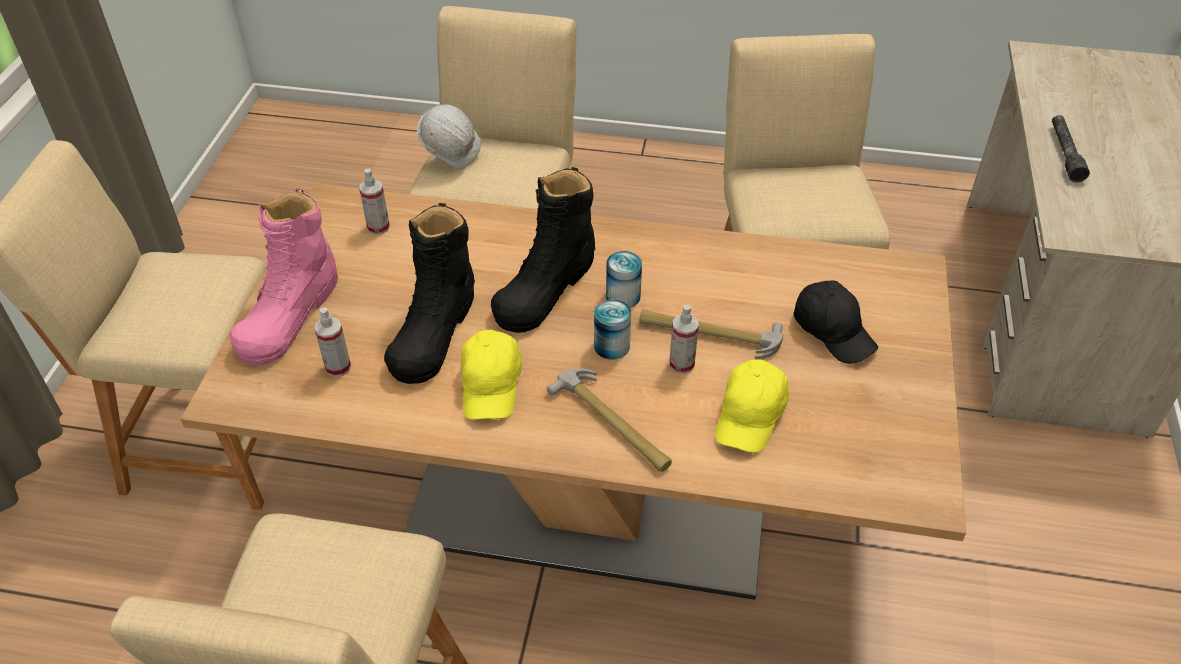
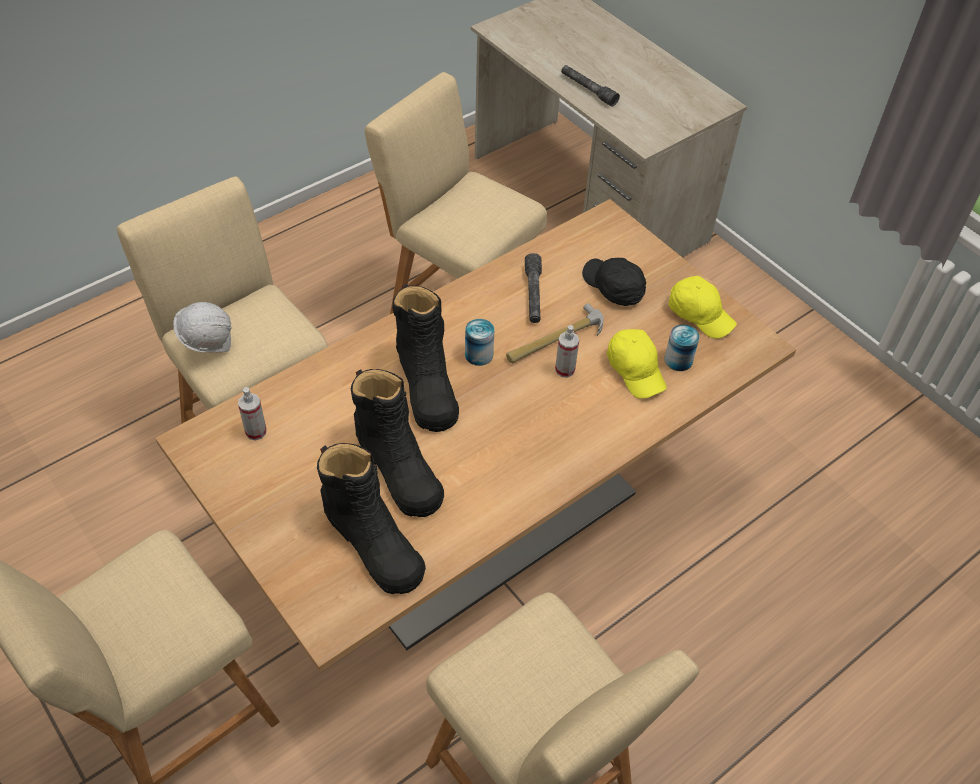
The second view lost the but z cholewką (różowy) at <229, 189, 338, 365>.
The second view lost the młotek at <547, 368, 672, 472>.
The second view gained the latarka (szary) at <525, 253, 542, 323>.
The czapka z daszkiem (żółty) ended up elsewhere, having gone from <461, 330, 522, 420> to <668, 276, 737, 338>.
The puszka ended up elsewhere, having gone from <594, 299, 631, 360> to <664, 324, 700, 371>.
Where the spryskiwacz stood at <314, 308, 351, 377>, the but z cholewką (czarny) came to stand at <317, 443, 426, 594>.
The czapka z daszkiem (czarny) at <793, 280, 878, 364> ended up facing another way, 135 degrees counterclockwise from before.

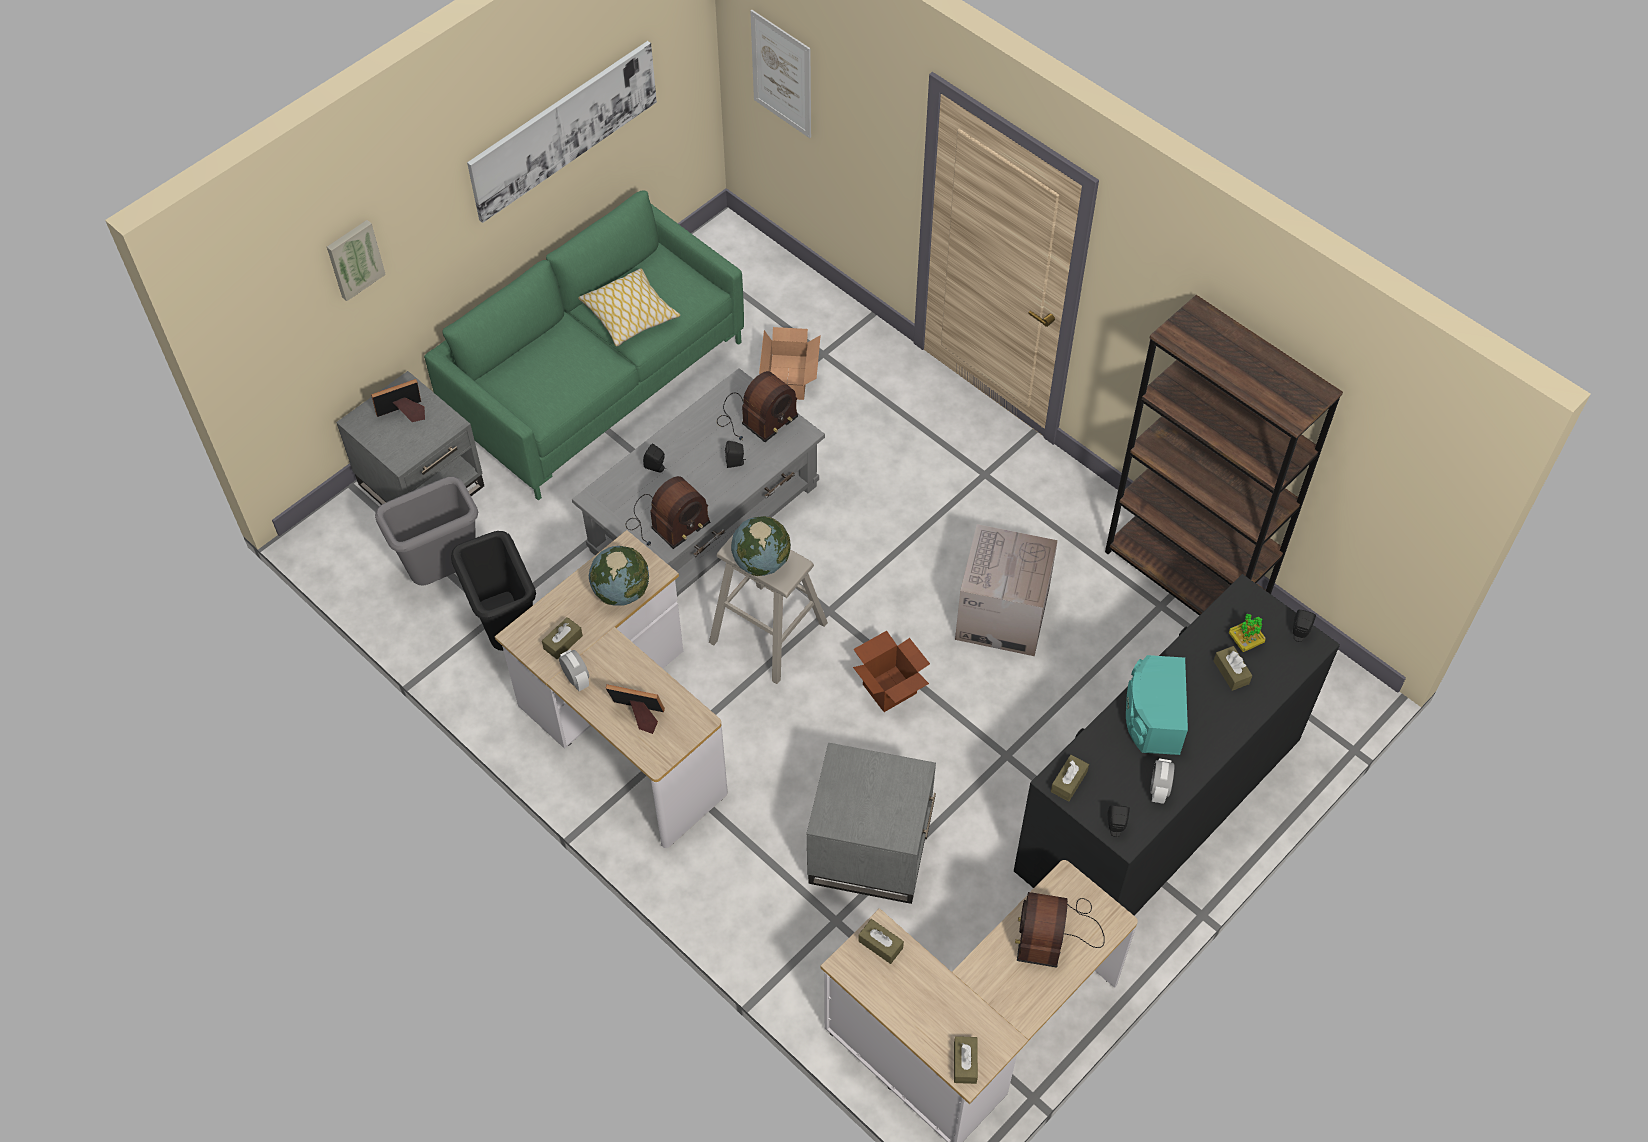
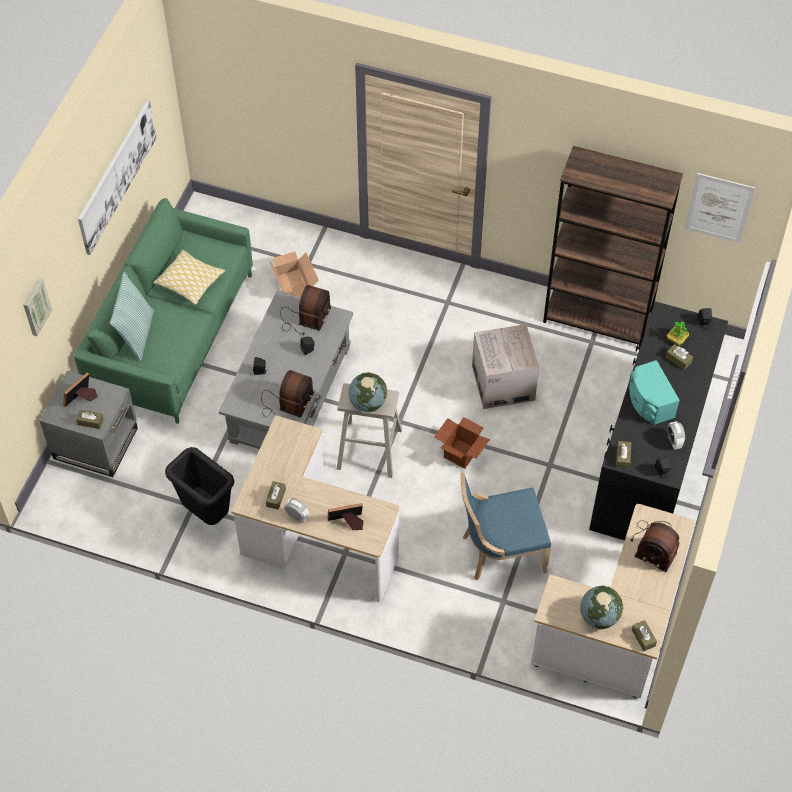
The second view lost the kosz na śmieci (szary) at <375, 477, 478, 585>.
The second view gained the poduszka at <110, 272, 154, 361>.
The globus ended up elsewhere, having gone from <589, 546, 649, 606> to <580, 586, 623, 629>.
The obraz ended up elsewhere, having gone from <750, 10, 811, 138> to <684, 173, 755, 243>.
The pudełko chusteczek (brązowy) ended up elsewhere, having gone from <858, 919, 904, 964> to <76, 410, 103, 429>.
Where the stolik (szary) stood at <806, 743, 936, 904>, the krzesło (niebieski) came to stand at <460, 472, 551, 580>.
The radio at <1015, 892, 1105, 968> ended up facing another way, 45 degrees counterclockwise from before.

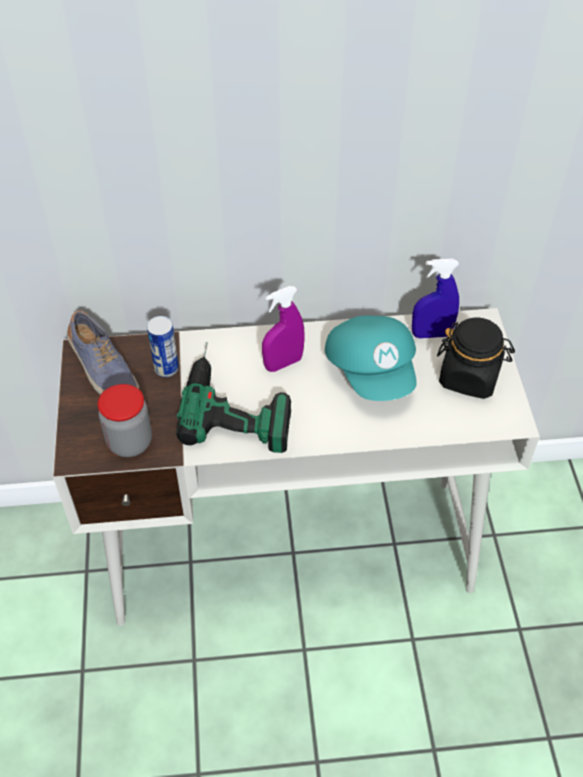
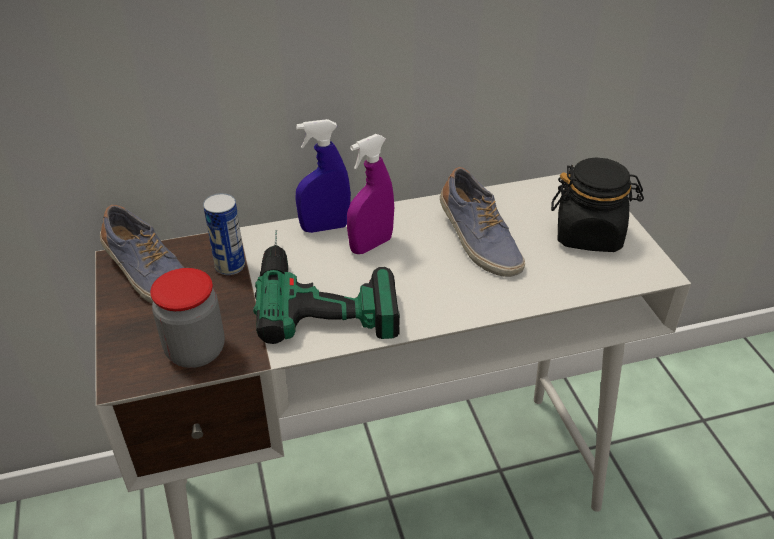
The spryskiwacz (niebieski) ended up elsewhere, having gone from <412, 259, 459, 339> to <295, 119, 351, 233>.
Where the czapka z daszkiem (turkusowy) stood at <325, 316, 417, 401>, the but came to stand at <440, 167, 525, 277>.

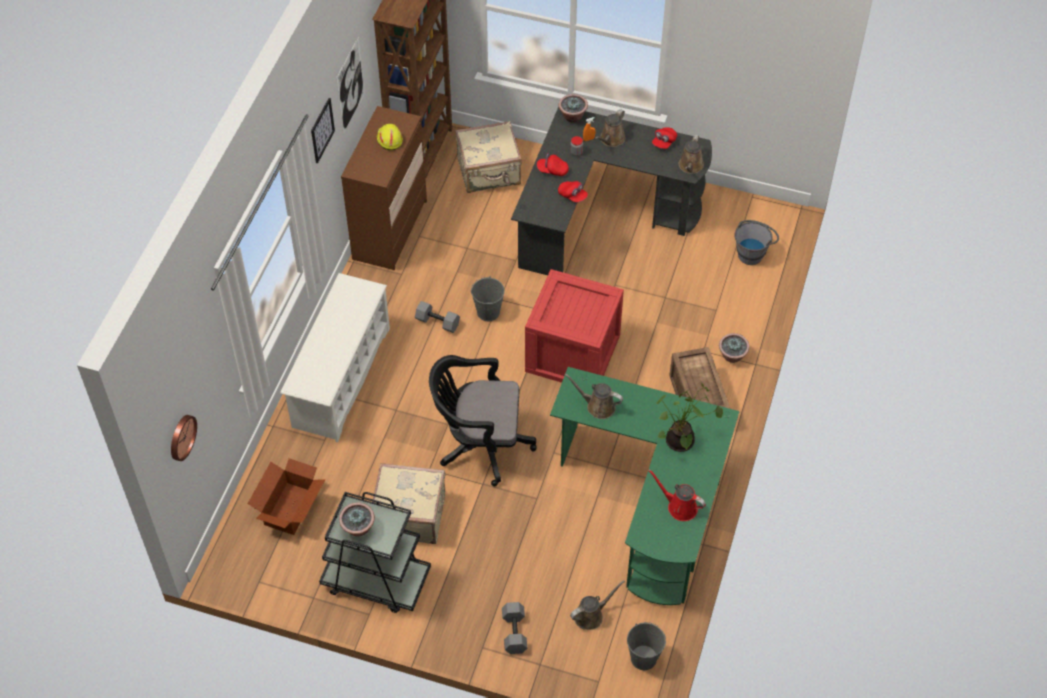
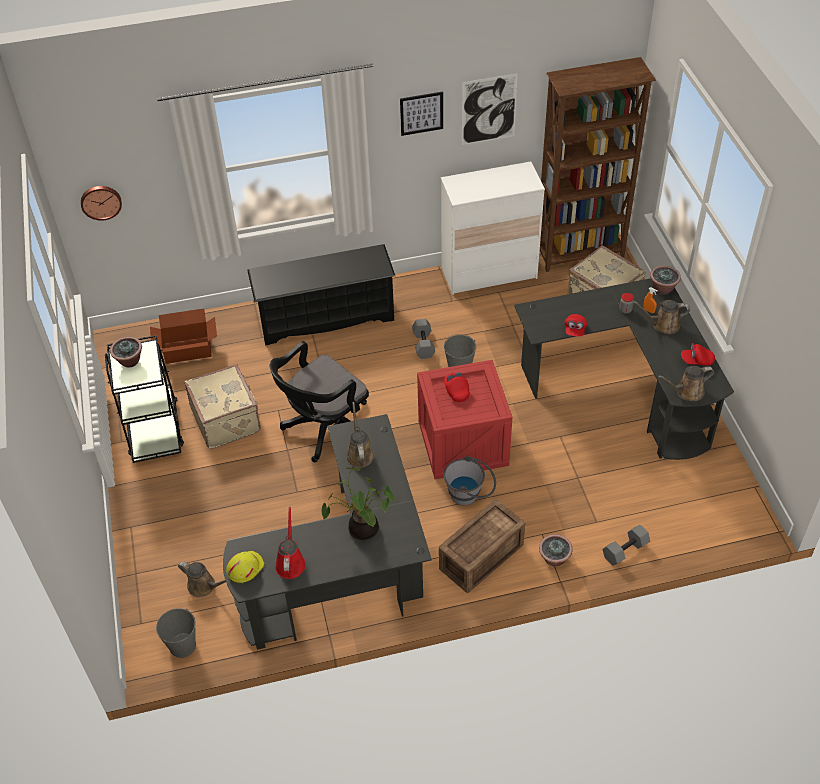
The kask (żółty) ended up elsewhere, having gone from <377, 124, 403, 150> to <226, 551, 265, 584>.
The hantel (szary) ended up elsewhere, having gone from <502, 602, 527, 654> to <602, 525, 650, 566>.
The czapka z daszkiem (czerwony) ended up elsewhere, having gone from <537, 153, 569, 176> to <444, 372, 470, 402>.
The wiadro (szary) ended up elsewhere, having gone from <734, 220, 779, 265> to <443, 456, 496, 506>.
What was the regał na buty (biały) at <280, 273, 390, 443> turned into the regał na buty (czarny) at <247, 244, 395, 346>.
What was the komoda (brązowy) at <341, 106, 427, 270> turned into the komoda (biały) at <441, 162, 545, 295>.
What was the biurko (zielony) at <550, 367, 740, 605> turned into the biurko (czarny) at <223, 414, 432, 650>.
The krzesło biurowe (czarny) at <429, 355, 537, 487> ended up facing another way, 105 degrees counterclockwise from before.

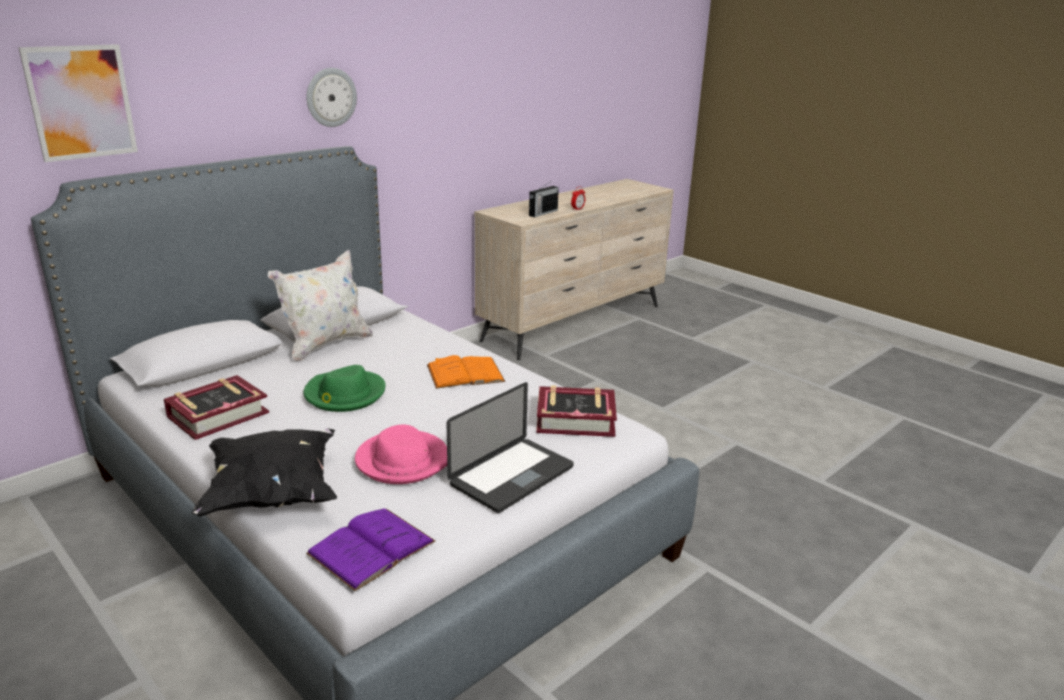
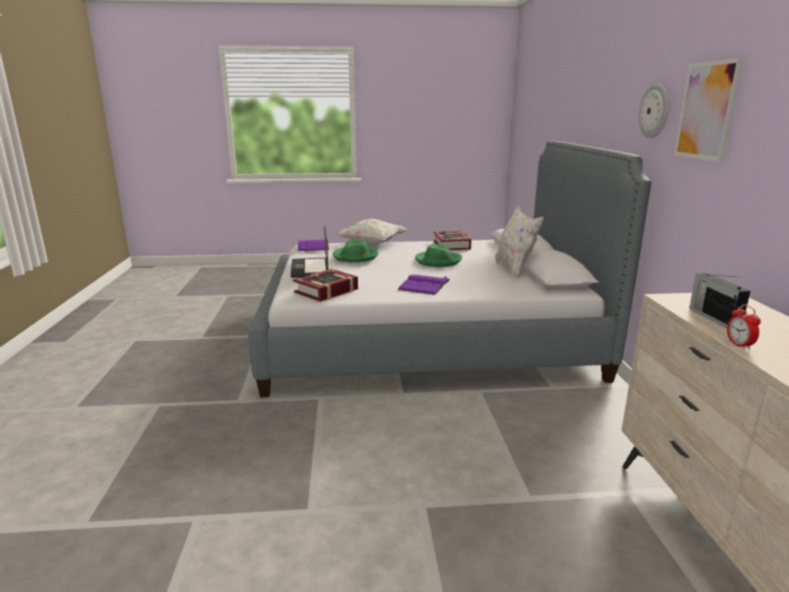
The obraz ended up elsewhere, having gone from <19, 44, 138, 162> to <674, 58, 743, 162>.
What was the poduszka (czarny) at <191, 428, 337, 517> turned into the poduszka (biały) at <336, 219, 408, 244>.
What was the kapelusz (różowy) at <355, 425, 447, 484> turned into the kapelusz (zielony) at <333, 239, 379, 262>.
What was the książka (pomarańczowy) at <427, 355, 505, 389> turned into the książka (fioletowy) at <398, 275, 450, 295>.

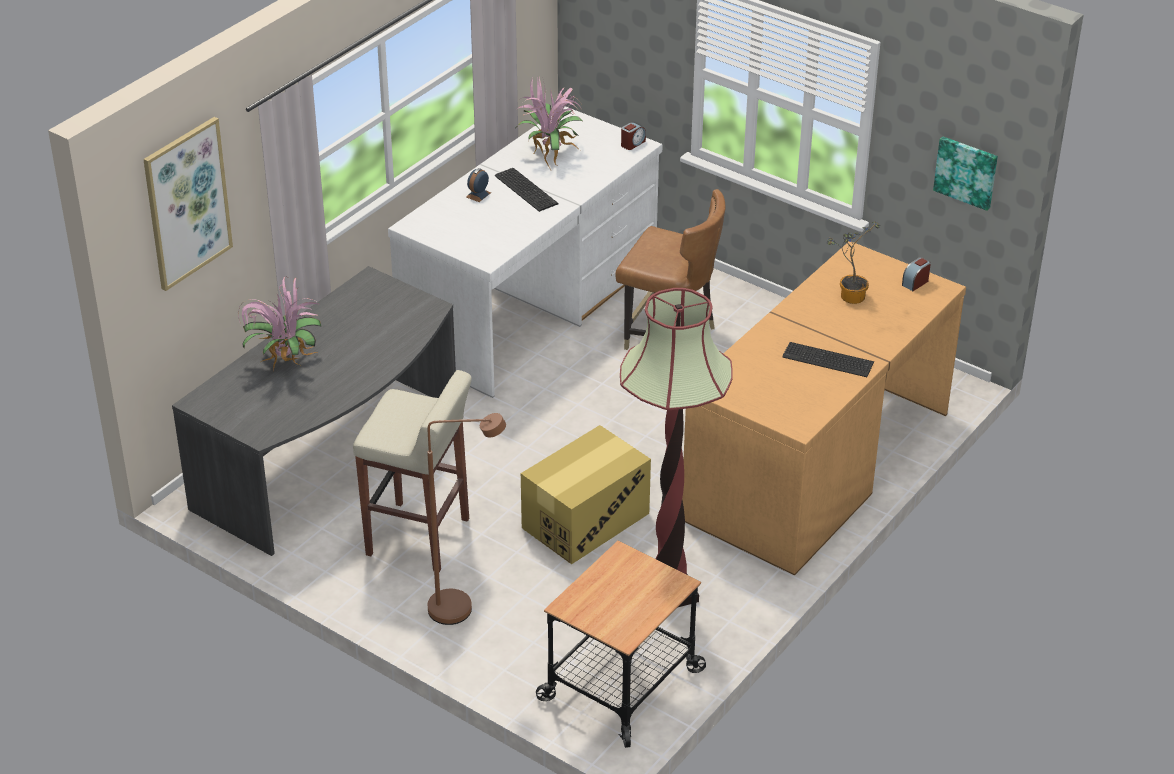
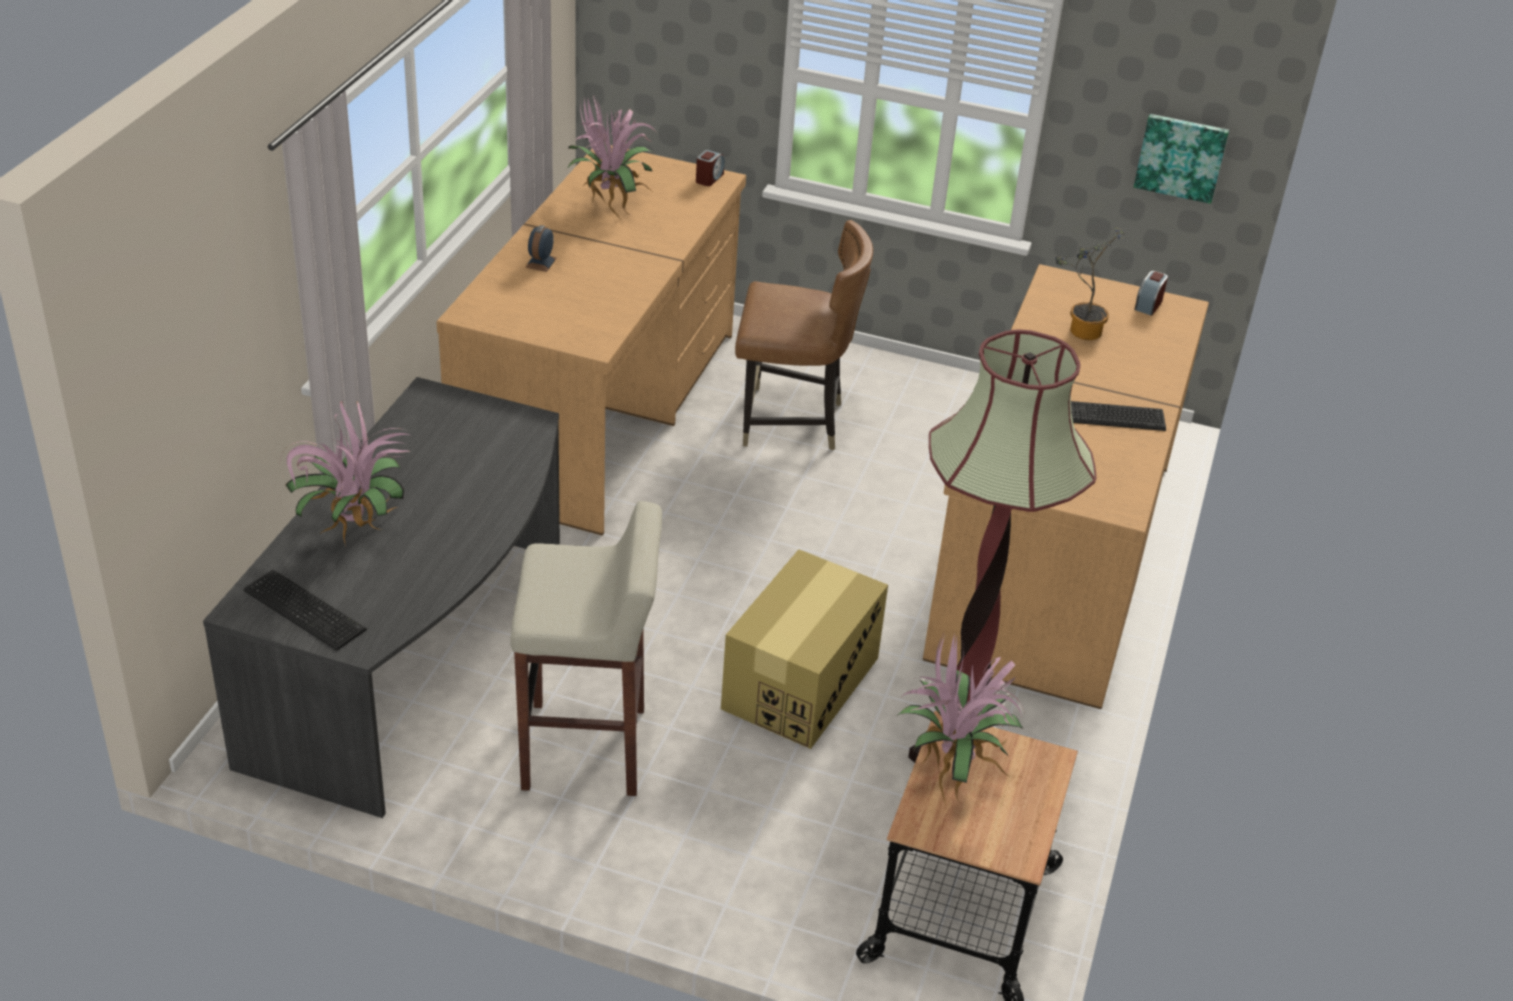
The second view lost the obraz at <143, 117, 233, 291>.
The second view lost the lampa stojąca (brązowy) at <427, 413, 506, 625>.
The second view gained the roślina doniczkowa at <898, 634, 1025, 805>.
The klawiatura ended up elsewhere, having gone from <495, 168, 559, 212> to <244, 570, 367, 651>.
What was the biurko (biały) at <388, 106, 663, 398> turned into the biurko (brązowy) at <436, 145, 746, 535>.

